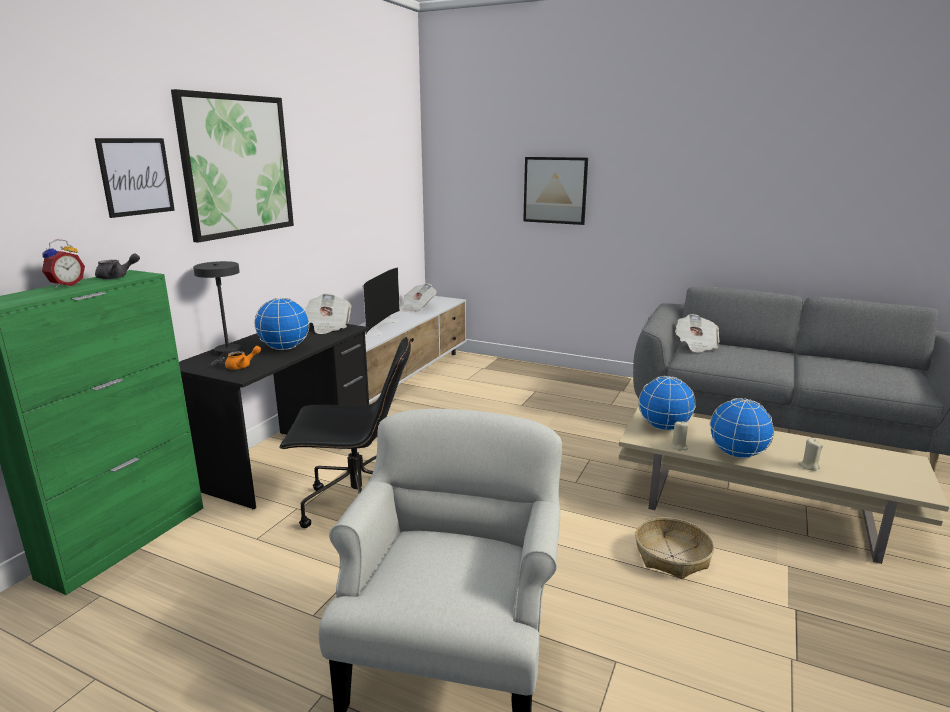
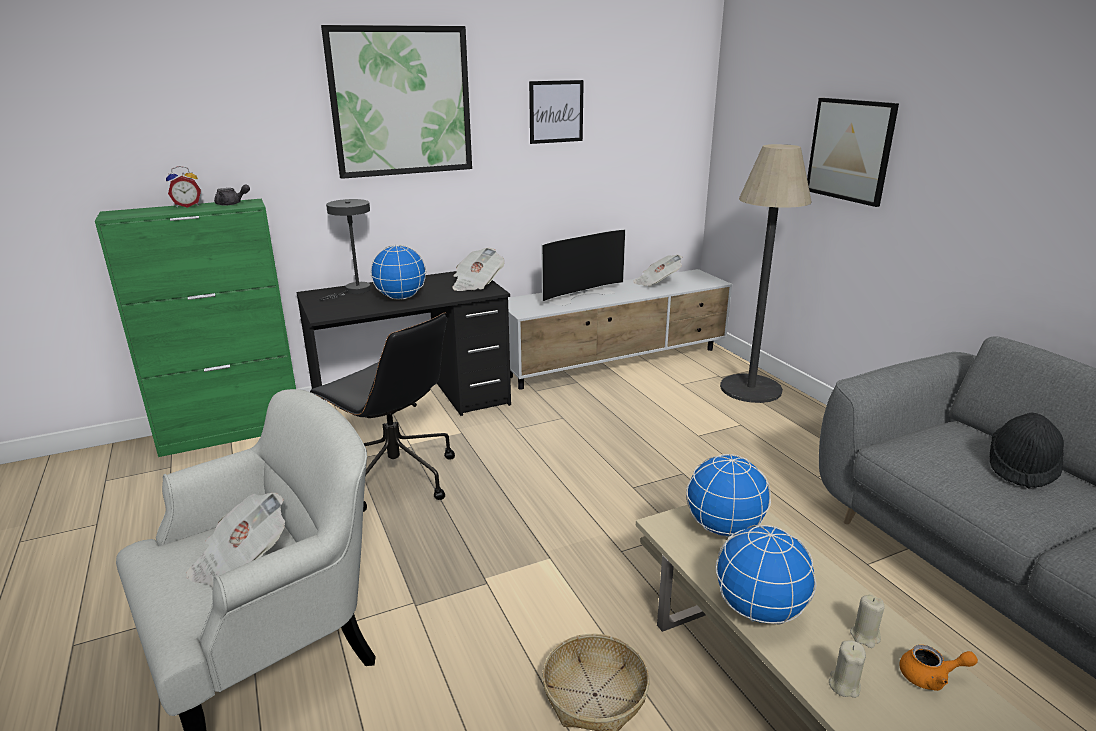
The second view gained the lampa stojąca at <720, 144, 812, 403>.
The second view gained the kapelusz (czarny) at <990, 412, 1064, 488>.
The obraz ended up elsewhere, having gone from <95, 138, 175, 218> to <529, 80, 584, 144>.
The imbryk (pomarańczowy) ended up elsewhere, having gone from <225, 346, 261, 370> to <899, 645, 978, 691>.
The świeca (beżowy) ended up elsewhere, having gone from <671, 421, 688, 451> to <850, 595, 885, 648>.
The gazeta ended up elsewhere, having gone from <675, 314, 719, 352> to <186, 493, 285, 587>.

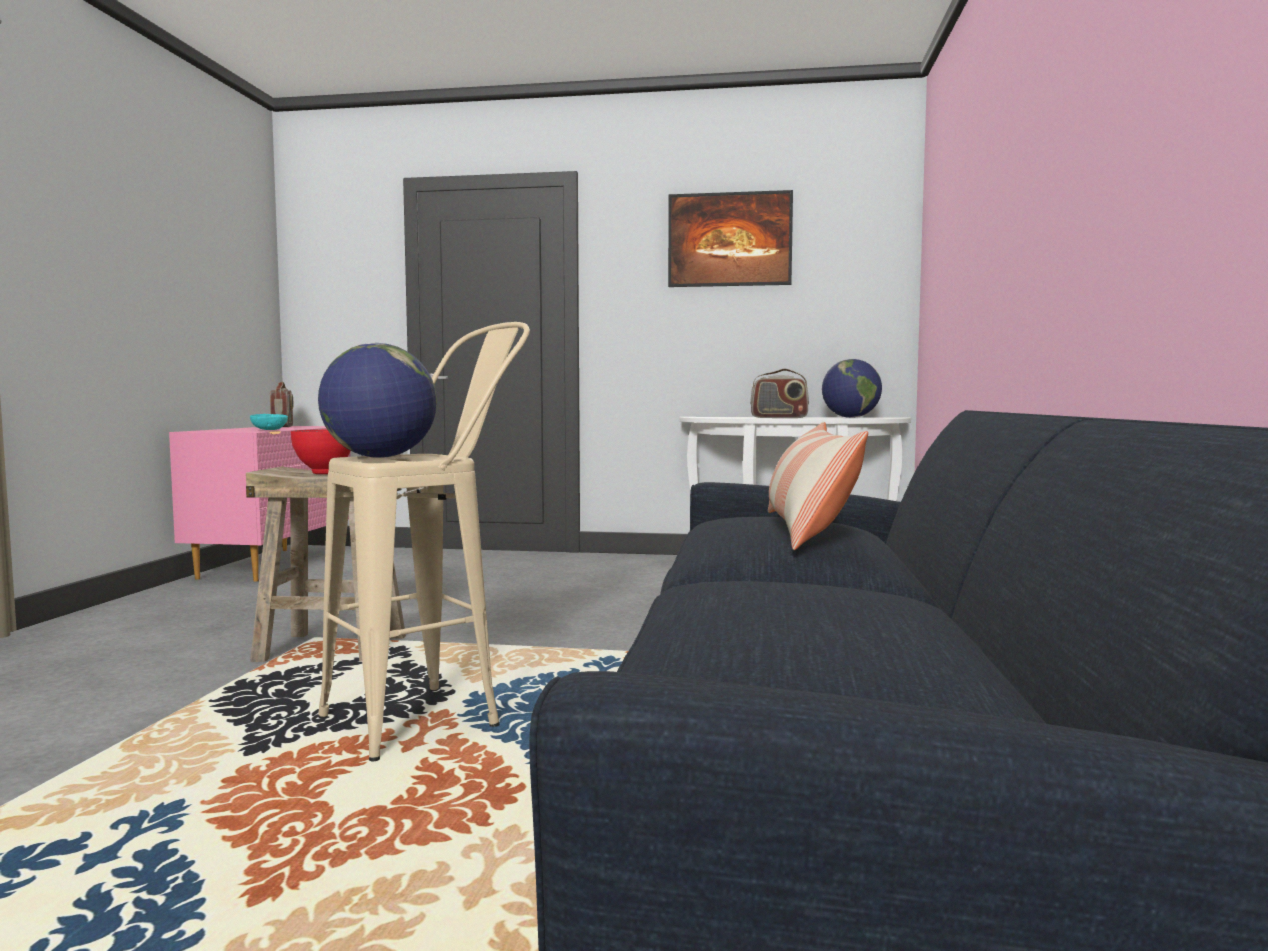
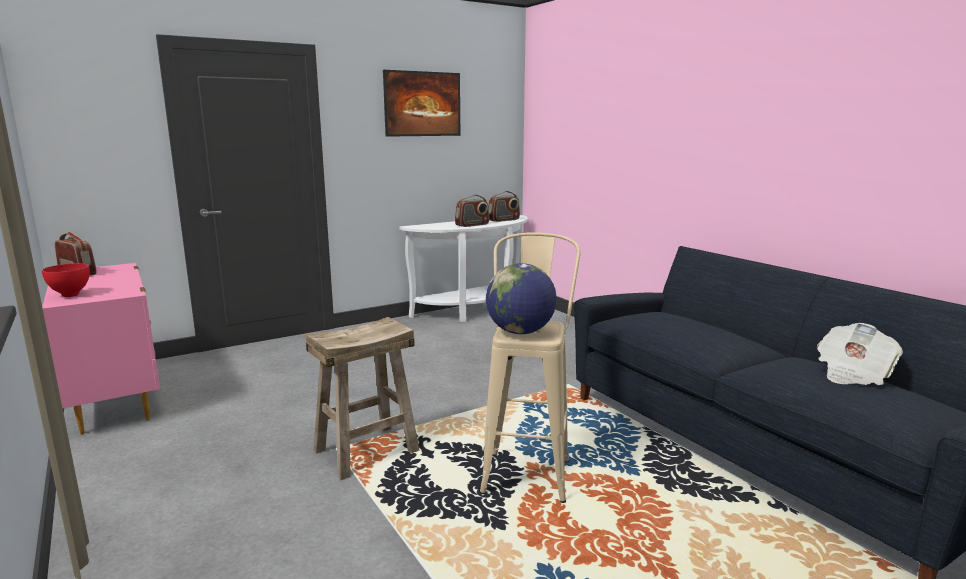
The second view lost the miska (turkusowy) at <250, 414, 288, 430>.
The second view lost the poduszka at <768, 422, 868, 550>.
The second view gained the gazeta at <817, 323, 903, 385>.
The miska (czerwony) ended up elsewhere, having gone from <291, 429, 351, 474> to <41, 263, 90, 297>.
Where the globus stood at <822, 359, 882, 418>, the radio came to stand at <488, 191, 520, 222>.

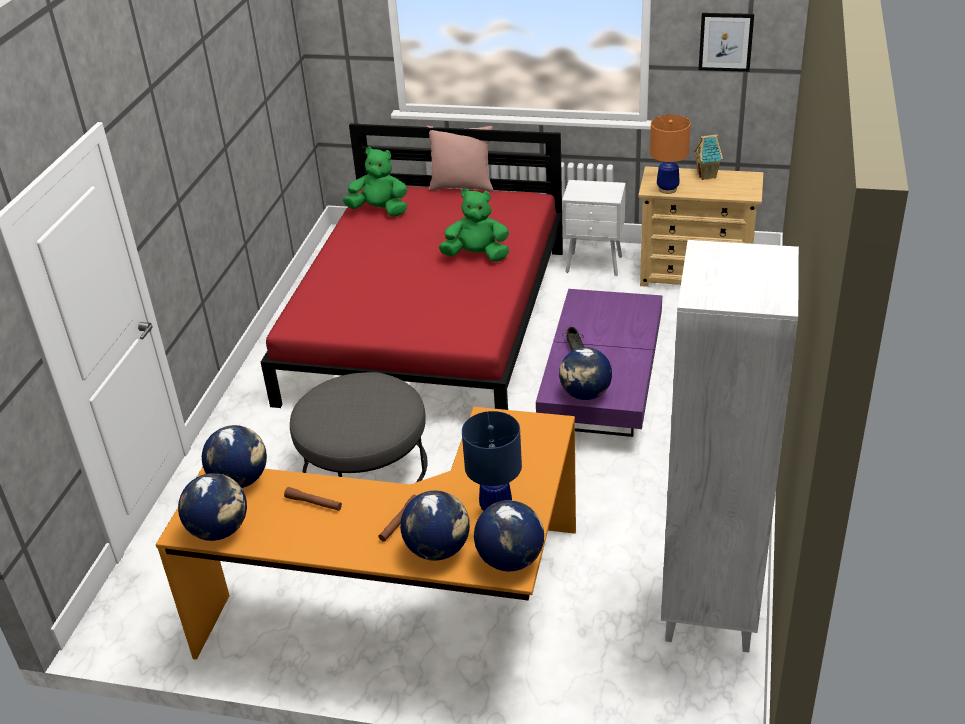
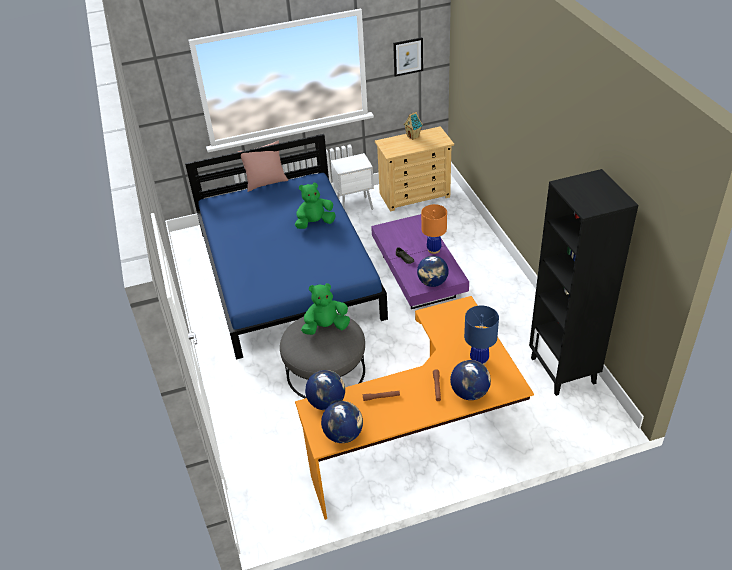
The second view lost the globus at <474, 500, 544, 571>.
The pluszak (zielony) ended up elsewhere, having gone from <343, 147, 407, 217> to <301, 283, 350, 335>.
The lampa stołowa (pomarańczowy) ended up elsewhere, having gone from <650, 115, 691, 194> to <421, 204, 447, 254>.
What was the łóżko (czerwony) at <261, 123, 563, 410> turned into the łóżko (niebieski) at <185, 134, 388, 360>.
What was the regał (biały) at <661, 240, 799, 653> turned into the regał (czarny) at <529, 169, 638, 396>.

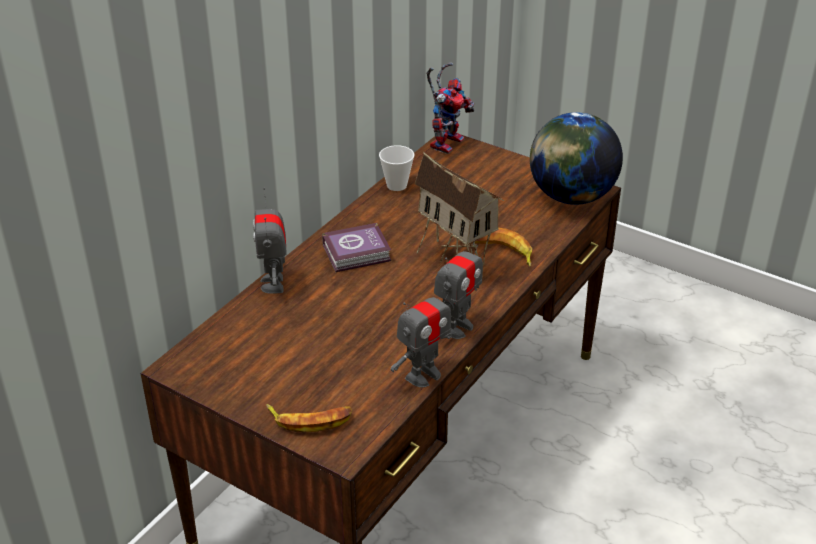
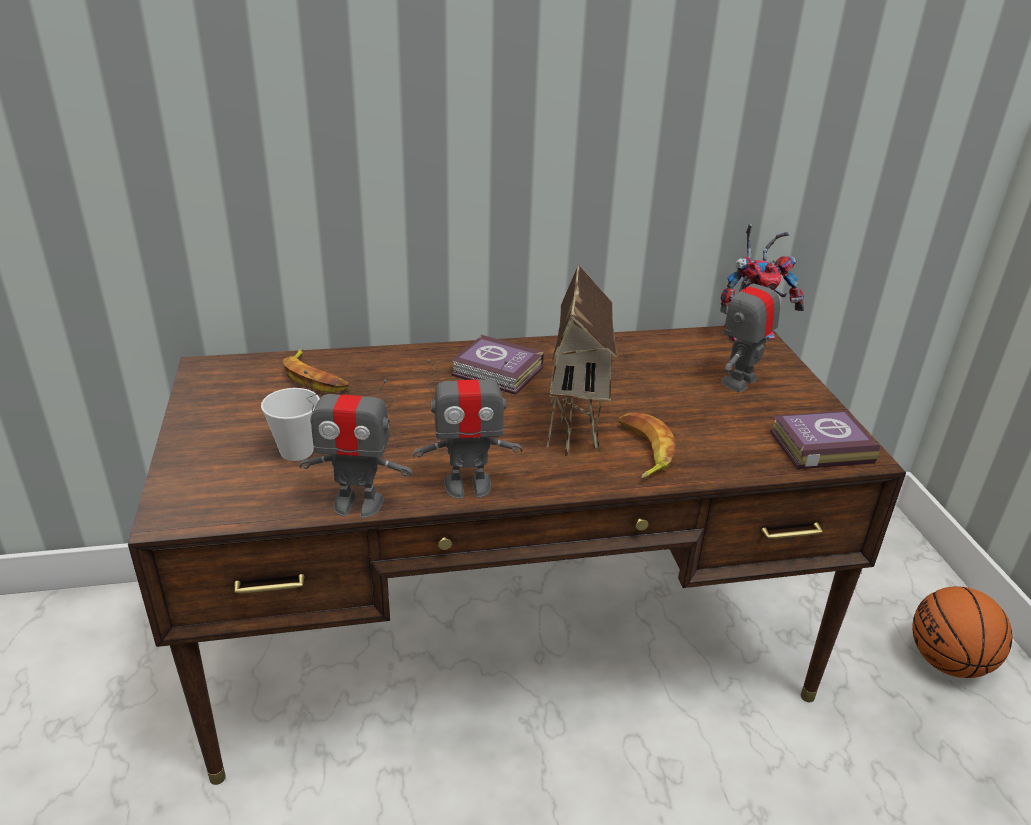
The second view gained the piłka do koszykówki at <912, 586, 1012, 678>.
The robot zabawkowy ended up elsewhere, having gone from <253, 188, 287, 294> to <721, 260, 780, 393>.
The banan ended up elsewhere, having gone from <266, 404, 352, 432> to <283, 348, 349, 393>.
The filiżanka ended up elsewhere, having gone from <379, 145, 414, 191> to <261, 388, 320, 461>.
Where the globus stood at <530, 112, 623, 205>, the książka came to stand at <769, 411, 881, 469>.

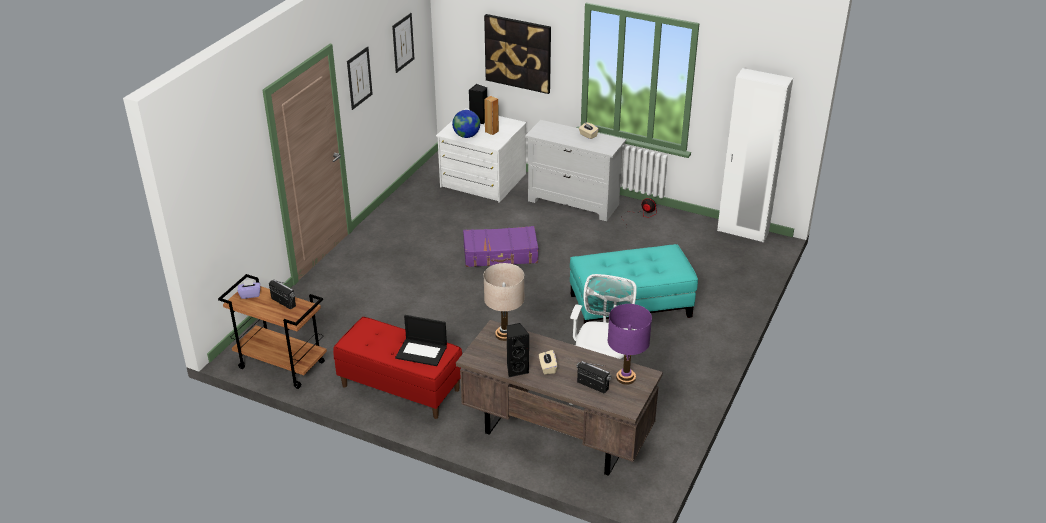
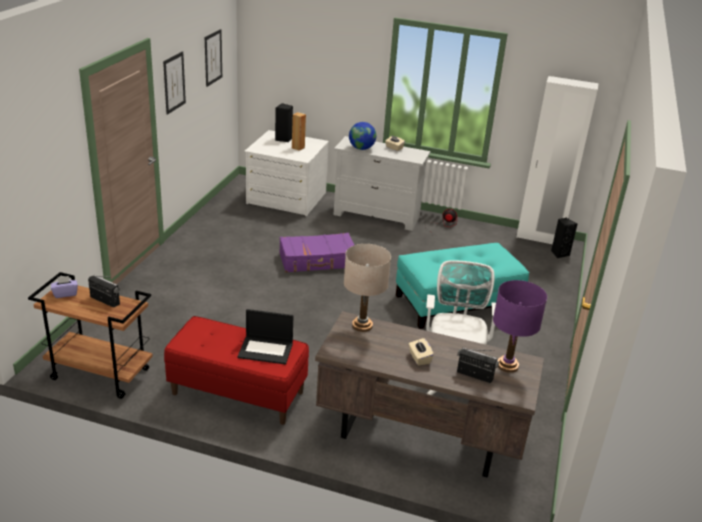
The second view lost the obraz at <484, 14, 551, 94>.
The globus ended up elsewhere, having gone from <452, 110, 480, 138> to <349, 122, 376, 150>.
The głośnik (czarny) ended up elsewhere, having gone from <507, 323, 530, 377> to <551, 218, 577, 258>.

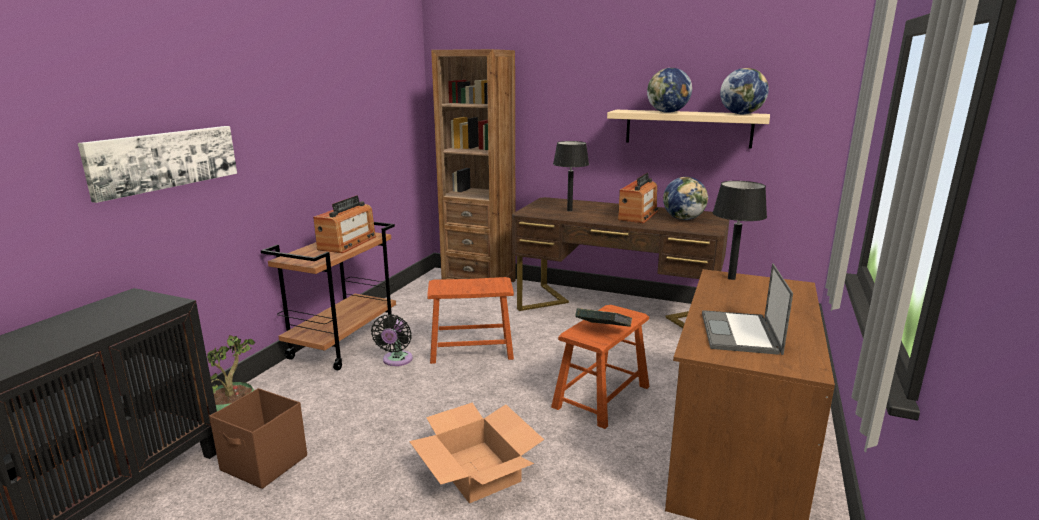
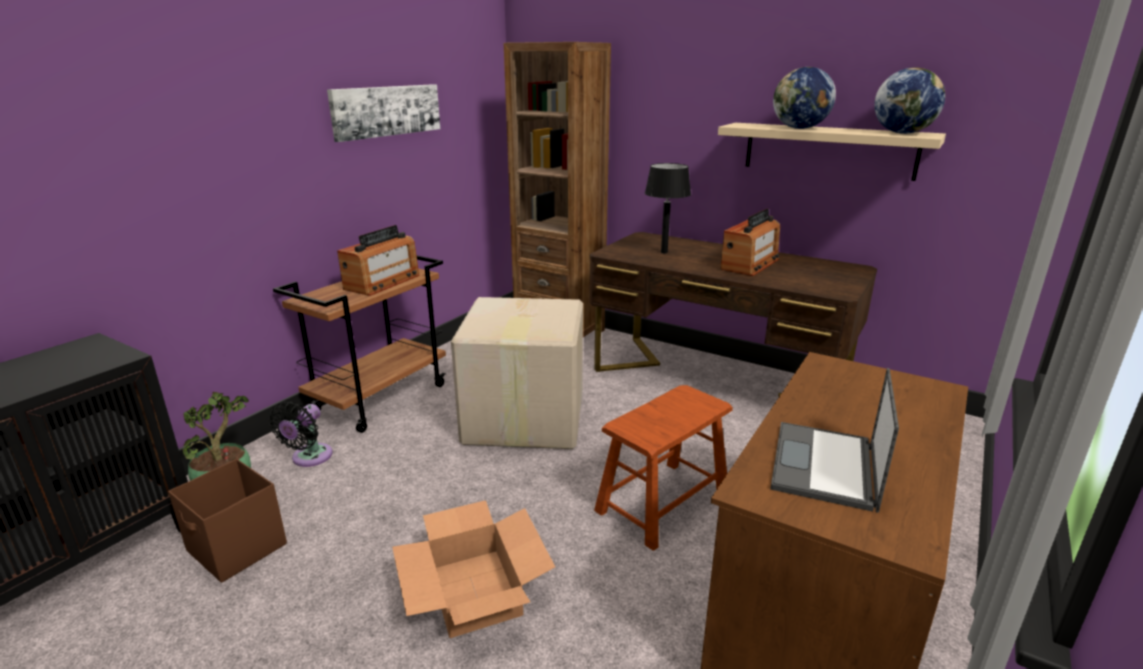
The second view lost the książka at <575, 308, 632, 327>.
The second view lost the globus at <663, 177, 708, 220>.
The second view lost the lampa stołowa (czarny) at <712, 181, 767, 280>.
The obraz ended up elsewhere, having gone from <78, 126, 237, 203> to <327, 84, 440, 142>.
The wentylator (czarny) ended up elsewhere, having gone from <371, 314, 413, 366> to <269, 401, 333, 467>.
Where the stołek (brązowy) stood at <427, 277, 514, 364>, the karton came to stand at <451, 297, 583, 449>.

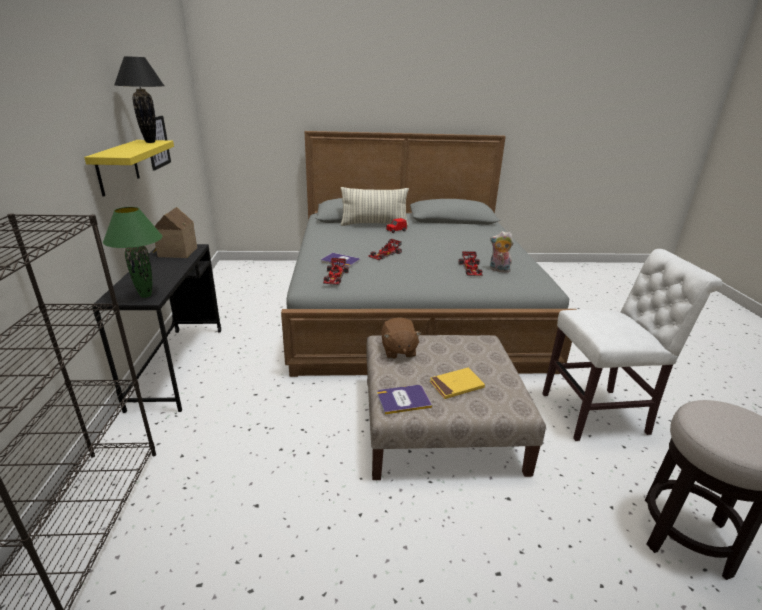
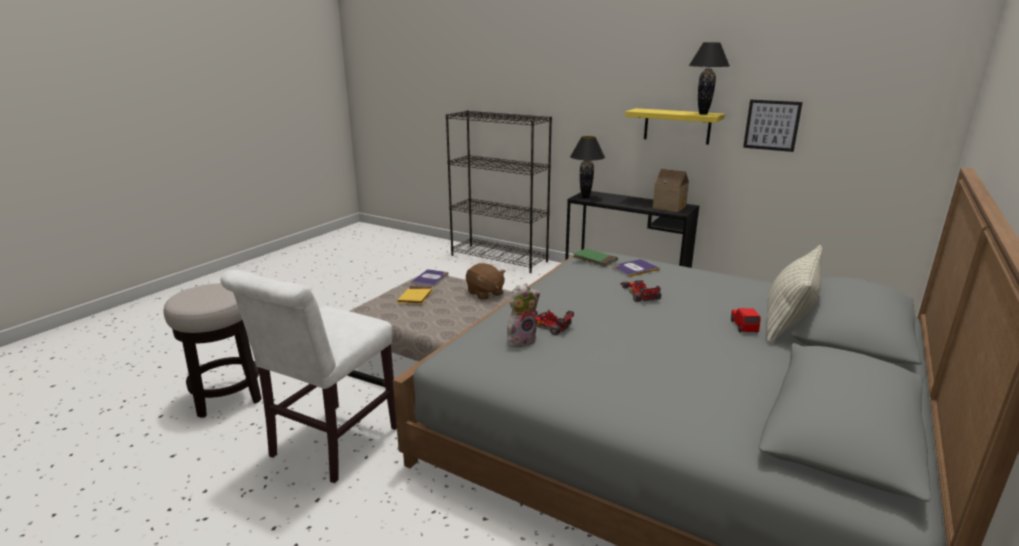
Where the samochodzik stood at <323, 258, 349, 285>, the książka (zielony) came to stand at <572, 248, 618, 267>.
What was the lampa stołowa (zielony) at <103, 207, 162, 298> turned into the lampa stołowa (czarny) at <570, 136, 605, 198>.
The pluszak (brązowy) at <381, 317, 422, 359> ended up facing another way, 150 degrees counterclockwise from before.

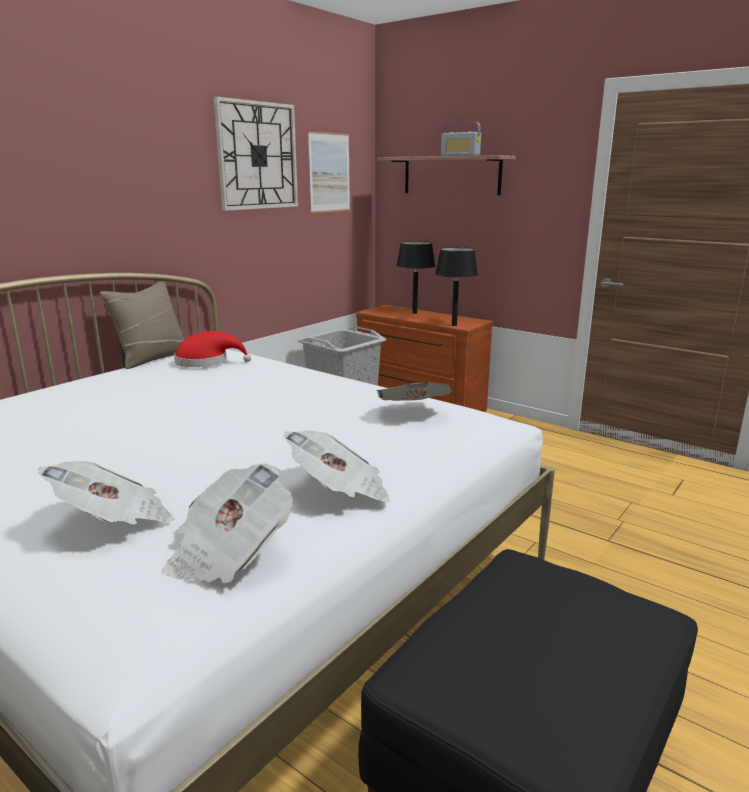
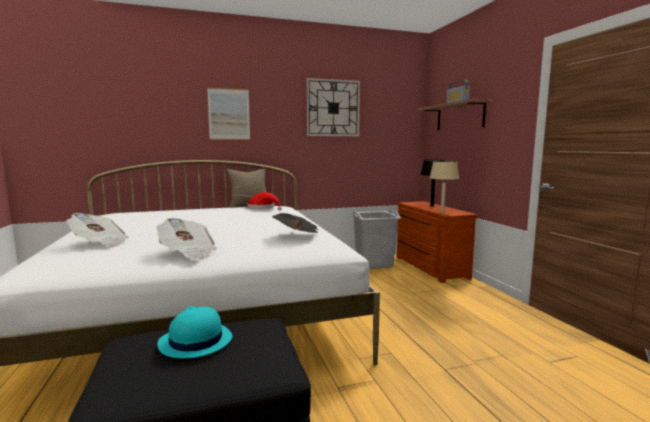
The second view lost the gazeta at <163, 464, 293, 583>.
The second view gained the kapelusz (turkusowy) at <157, 306, 232, 358>.
The obraz ended up elsewhere, having gone from <308, 131, 350, 213> to <207, 88, 250, 140>.
What was the lampa stołowa (czarny) at <435, 247, 478, 326> turned into the lampa stołowa (beżowy) at <430, 161, 459, 213>.

